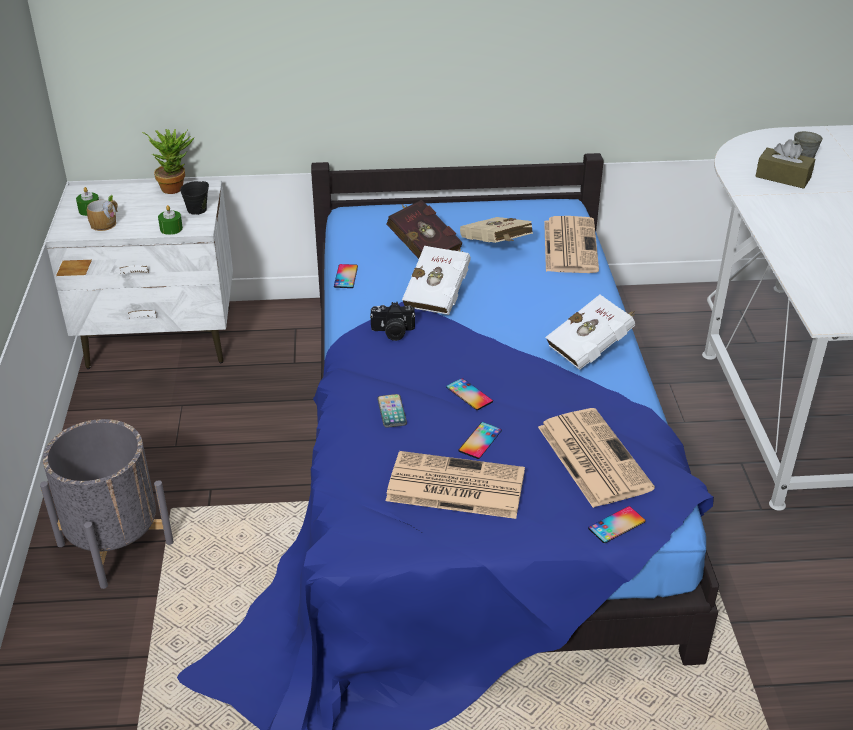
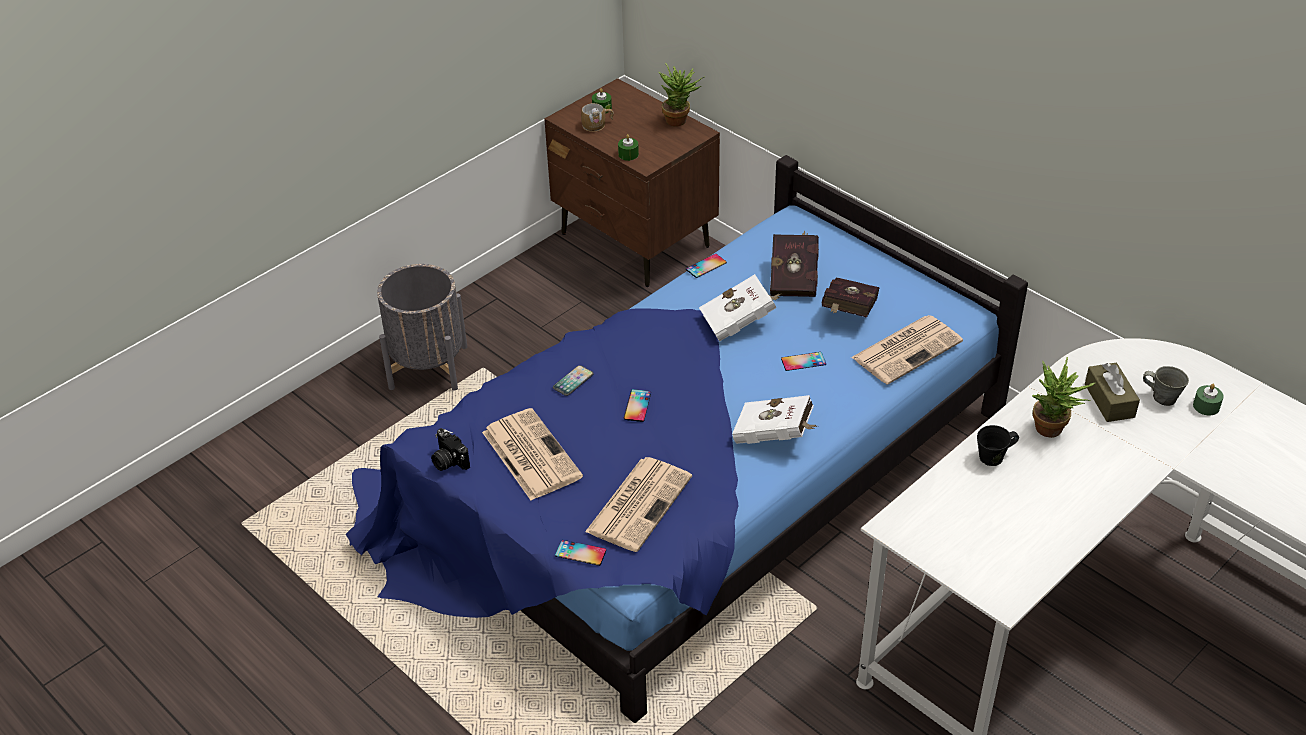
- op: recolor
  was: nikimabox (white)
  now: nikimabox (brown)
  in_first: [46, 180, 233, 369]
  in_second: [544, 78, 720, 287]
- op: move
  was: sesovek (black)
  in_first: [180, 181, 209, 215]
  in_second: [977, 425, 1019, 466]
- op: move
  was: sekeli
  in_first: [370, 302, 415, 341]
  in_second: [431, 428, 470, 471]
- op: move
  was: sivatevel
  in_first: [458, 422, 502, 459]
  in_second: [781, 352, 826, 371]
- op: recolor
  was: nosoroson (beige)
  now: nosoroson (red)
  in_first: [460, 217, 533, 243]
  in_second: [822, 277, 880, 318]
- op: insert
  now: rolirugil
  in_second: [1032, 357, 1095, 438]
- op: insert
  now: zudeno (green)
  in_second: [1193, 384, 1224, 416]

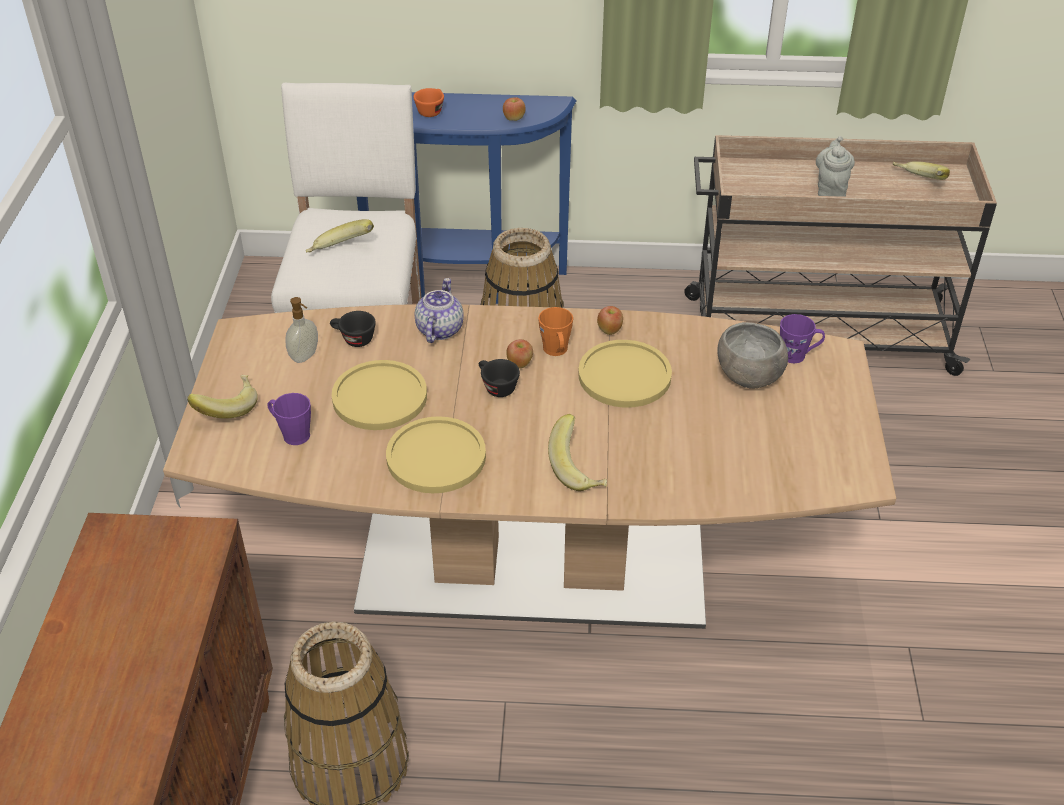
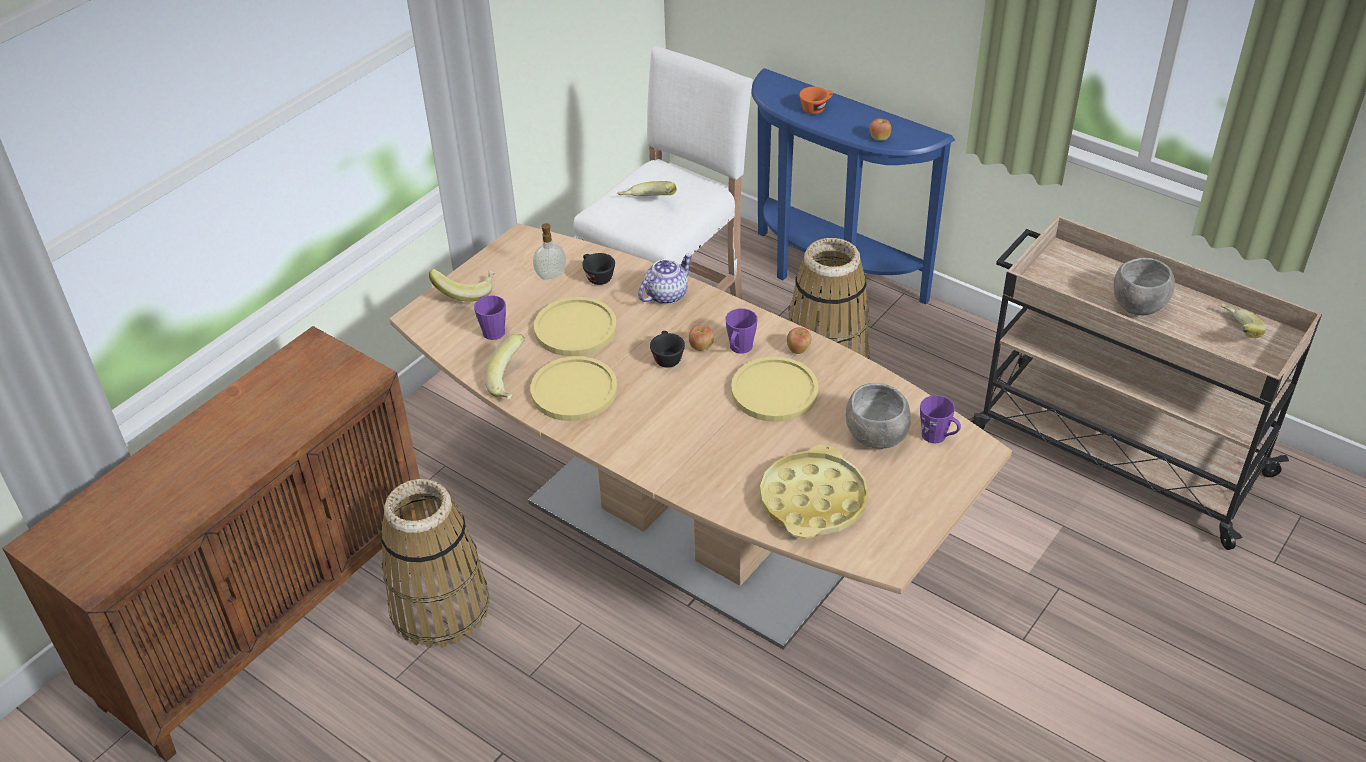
- op: recolor
  was: sesovek (orange)
  now: sesovek (purple)
  in_first: [538, 307, 573, 356]
  in_second: [726, 308, 758, 354]
- op: move
  was: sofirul
  in_first: [548, 414, 607, 491]
  in_second: [485, 334, 525, 400]
- op: replace
  was: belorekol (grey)
  now: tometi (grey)
  in_first: [816, 136, 855, 197]
  in_second: [1113, 258, 1175, 315]
- op: insert
  now: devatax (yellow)
  in_second: [760, 445, 868, 539]

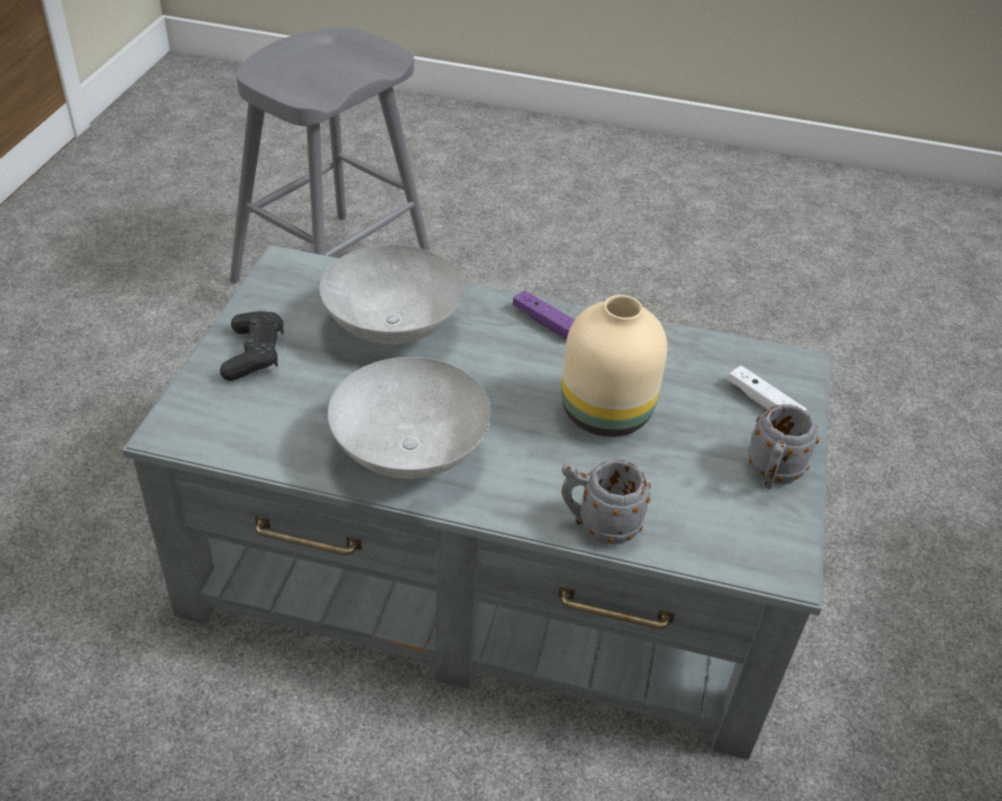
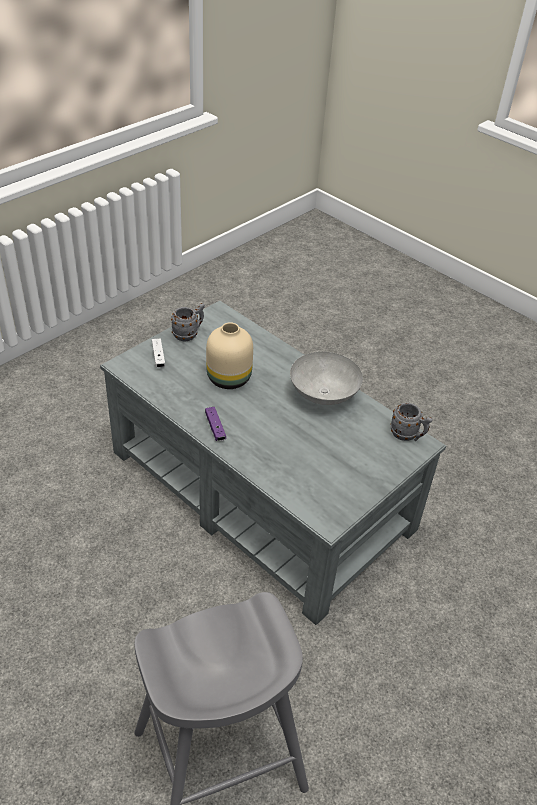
- op: delete
  was: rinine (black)
  in_first: [220, 311, 284, 381]
- op: delete
  was: tometi (grey)
  in_first: [320, 245, 463, 344]
- op: move
  was: sesovek (grey)
  in_first: [562, 460, 651, 544]
  in_second: [390, 403, 433, 441]

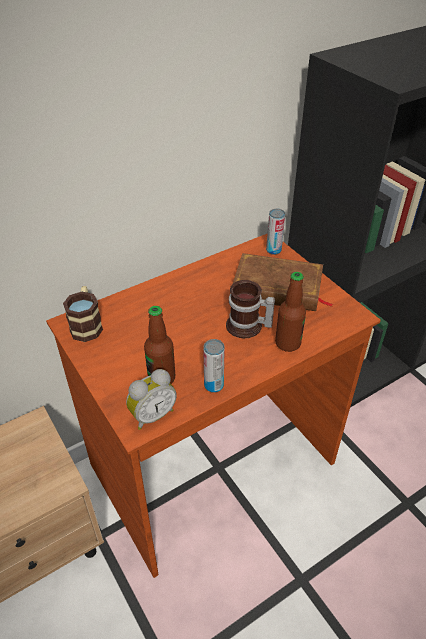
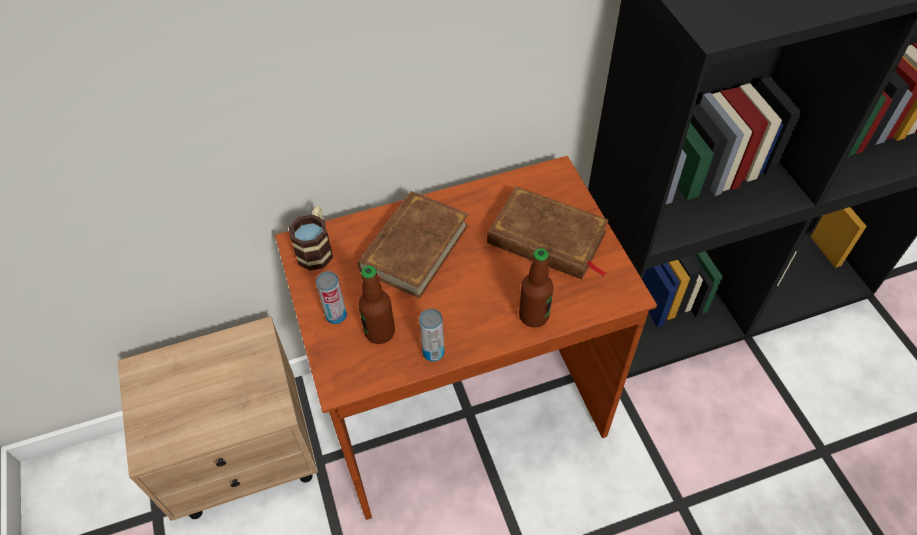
- op: delete
  was: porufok
  in_first: [126, 369, 177, 430]
- op: delete
  was: sesovek
  in_first: [226, 280, 275, 338]
- op: move
  was: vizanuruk
  in_first: [266, 209, 285, 255]
  in_second: [316, 271, 347, 324]
- op: insert
  now: nosoroson (brown)
  in_second: [358, 191, 468, 298]

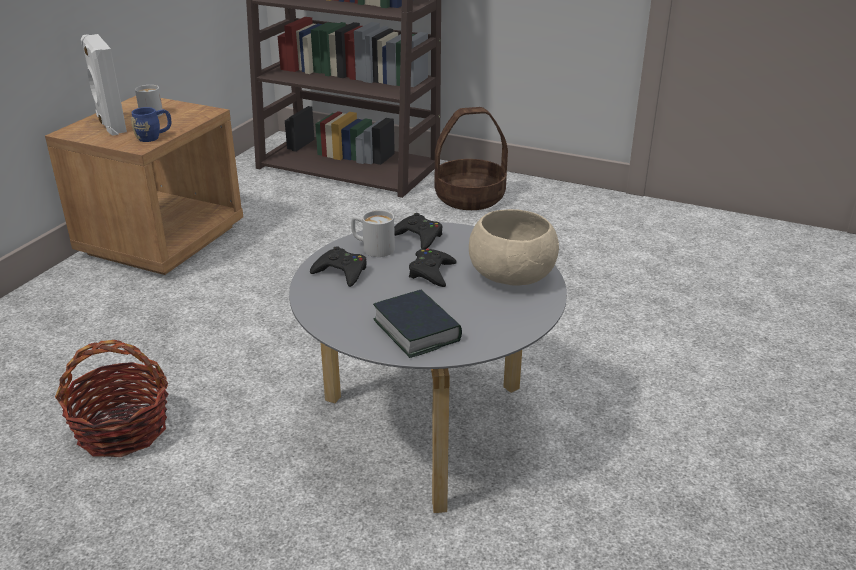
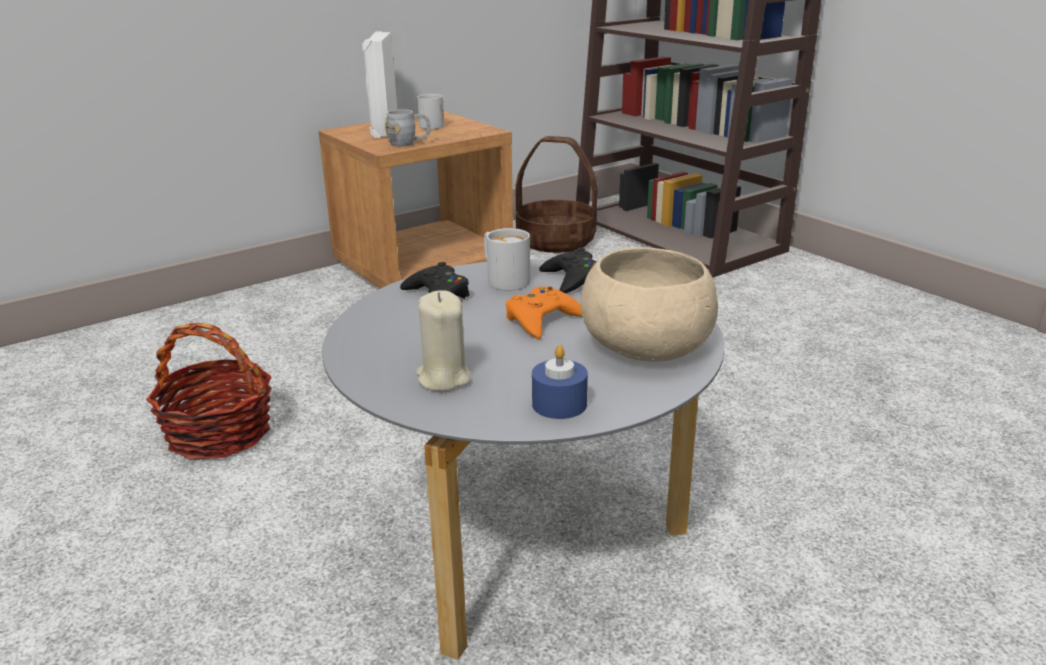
- op: recolor
  was: sesovek (blue)
  now: sesovek (grey)
  in_first: [131, 107, 171, 142]
  in_second: [385, 109, 431, 147]
- op: replace
  was: nosoroson
  now: zudeno (beige)
  in_first: [373, 290, 462, 358]
  in_second: [416, 290, 471, 391]
- op: recolor
  was: rinine (black)
  now: rinine (orange)
  in_first: [409, 248, 457, 287]
  in_second: [505, 286, 582, 339]
- op: move
  was: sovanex
  in_first: [434, 107, 508, 210]
  in_second: [515, 136, 598, 253]
- op: insert
  now: zudeno (blue)
  in_second: [532, 345, 588, 419]

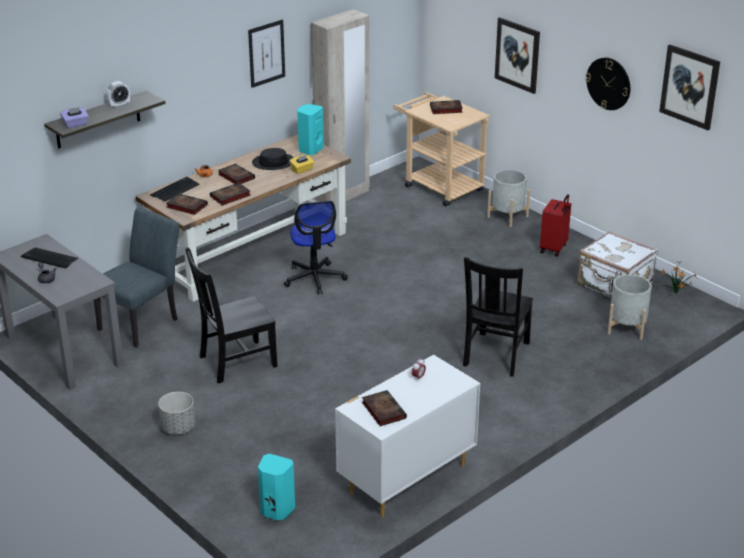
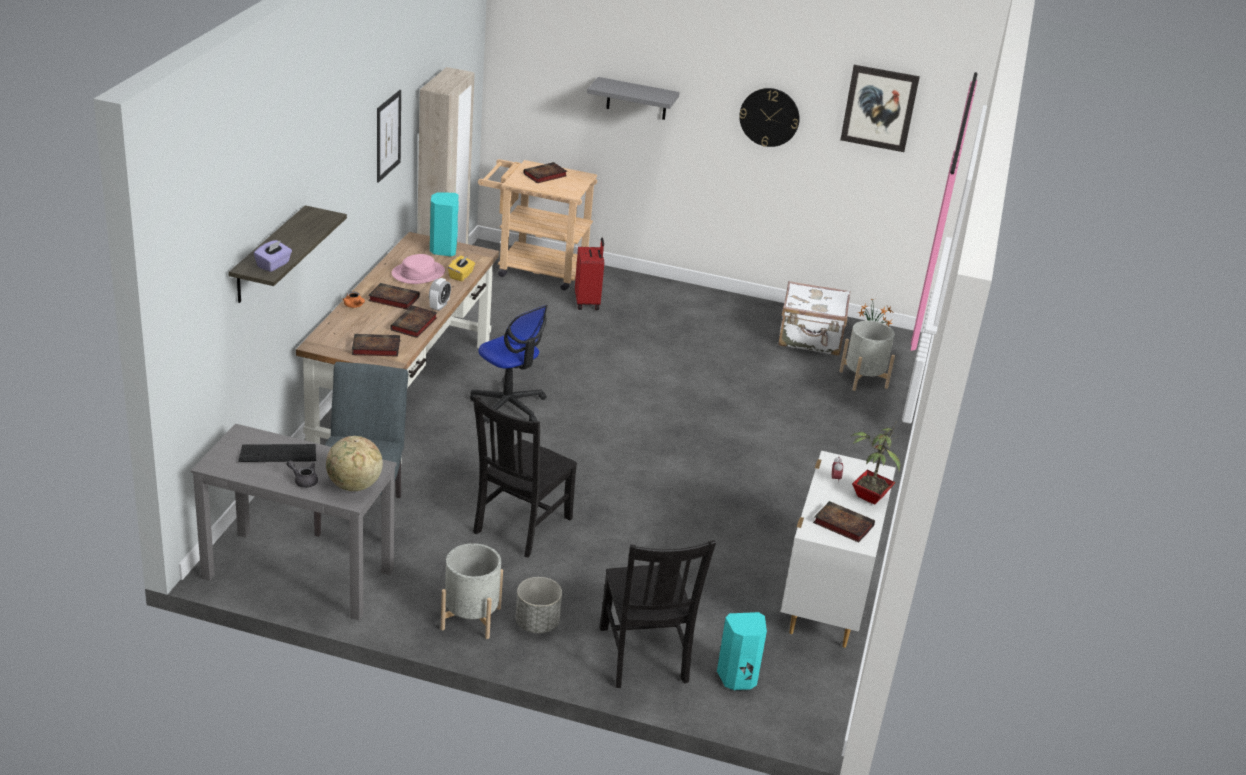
- op: move
  was: porufok
  in_first: [106, 81, 130, 108]
  in_second: [429, 278, 451, 311]
- op: delete
  was: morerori
  in_first: [150, 177, 200, 202]
- op: recolor
  was: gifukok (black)
  now: gifukok (pink)
  in_first: [252, 148, 294, 170]
  in_second: [392, 254, 445, 284]
- op: move
  was: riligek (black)
  in_first: [463, 257, 533, 376]
  in_second: [599, 540, 716, 688]
- op: move
  was: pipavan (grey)
  in_first: [487, 170, 530, 227]
  in_second: [441, 543, 503, 639]
- op: replace
  was: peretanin
  now: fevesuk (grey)
  in_first: [495, 17, 540, 94]
  in_second: [587, 77, 679, 120]
- op: move
  was: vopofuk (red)
  in_first: [540, 194, 571, 256]
  in_second: [575, 238, 604, 310]
- op: insert
  now: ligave
  in_second: [326, 436, 383, 491]
- op: insert
  now: rolirugil
  in_second: [851, 421, 901, 505]

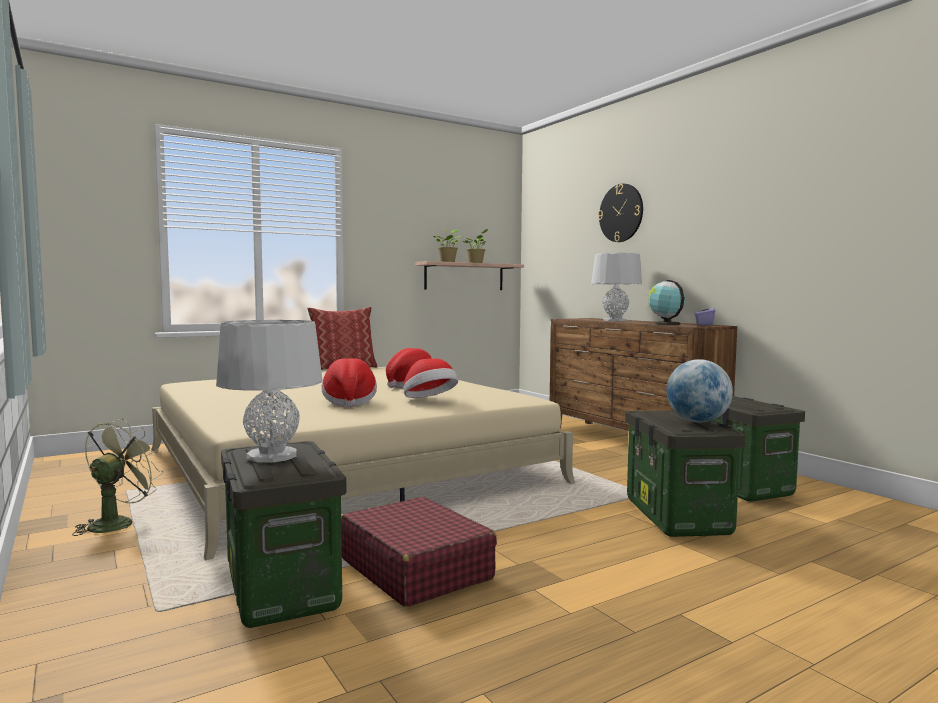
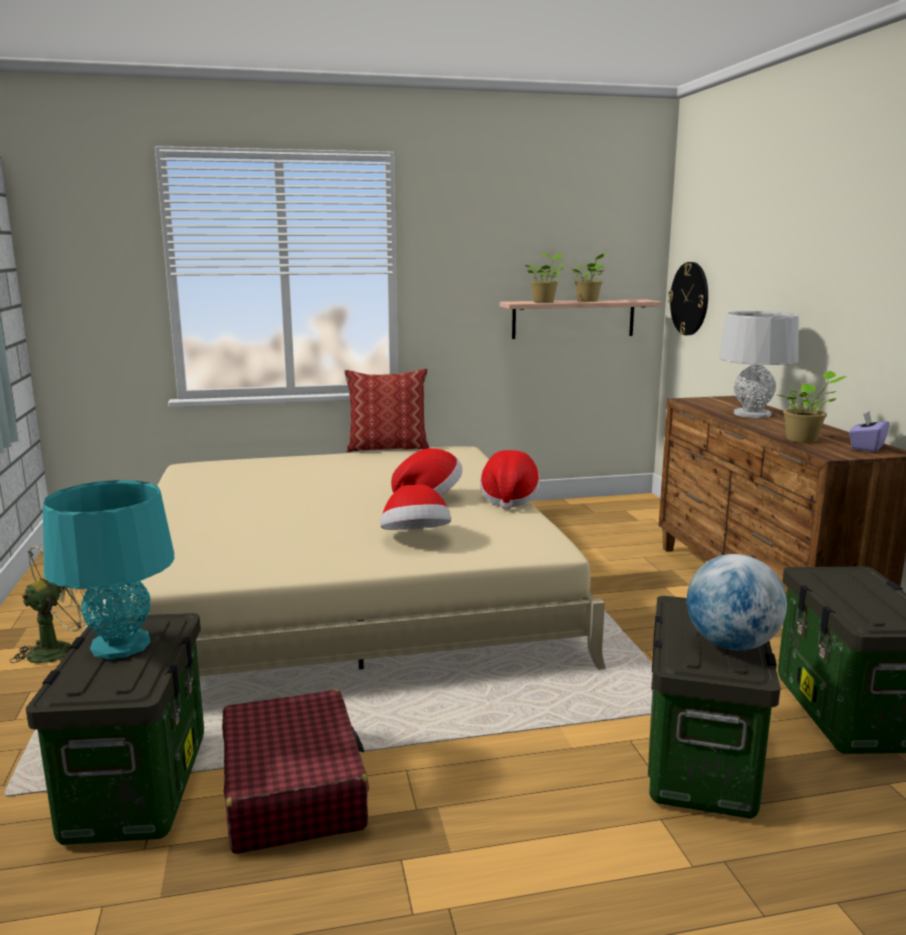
- op: recolor
  was: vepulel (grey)
  now: vepulel (turquoise)
  in_first: [216, 320, 323, 463]
  in_second: [43, 480, 174, 659]
- op: move
  was: gifukok
  in_first: [321, 358, 377, 407]
  in_second: [480, 450, 540, 510]
- op: move
  was: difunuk
  in_first: [598, 184, 643, 242]
  in_second: [668, 262, 708, 335]
- op: replace
  was: ligave
  now: rolirugil
  in_first: [648, 280, 685, 325]
  in_second: [778, 371, 847, 443]

